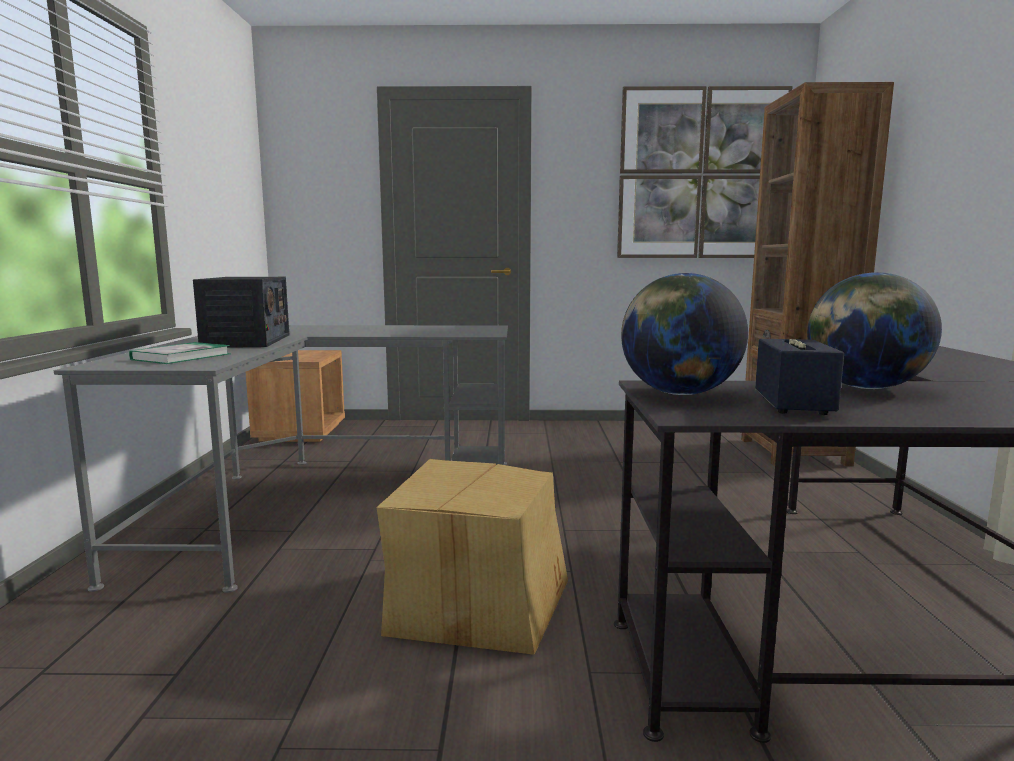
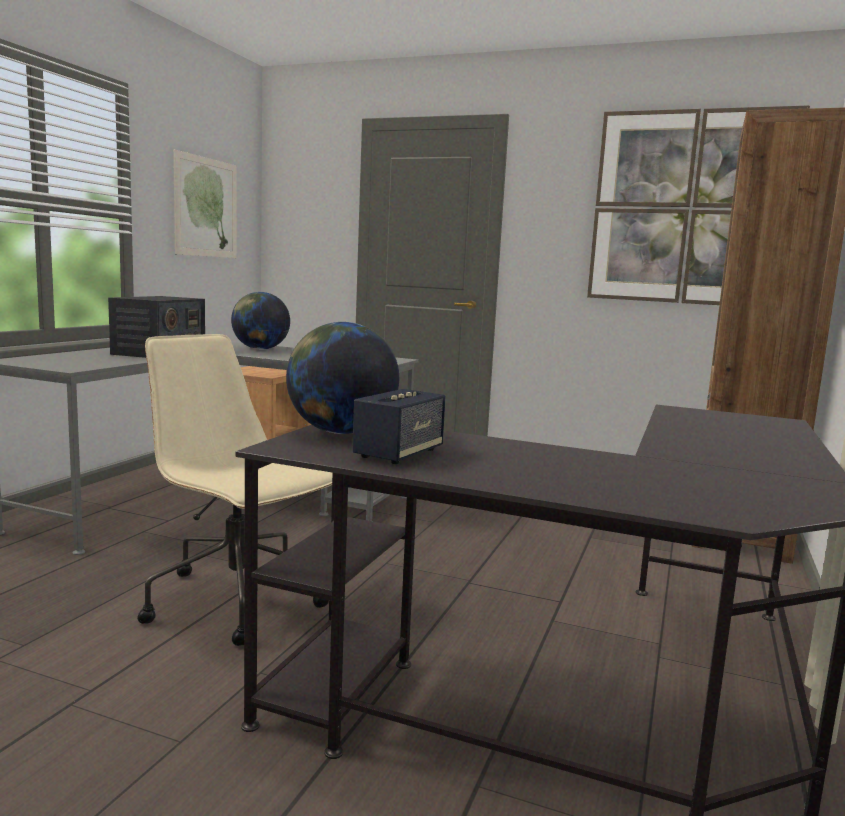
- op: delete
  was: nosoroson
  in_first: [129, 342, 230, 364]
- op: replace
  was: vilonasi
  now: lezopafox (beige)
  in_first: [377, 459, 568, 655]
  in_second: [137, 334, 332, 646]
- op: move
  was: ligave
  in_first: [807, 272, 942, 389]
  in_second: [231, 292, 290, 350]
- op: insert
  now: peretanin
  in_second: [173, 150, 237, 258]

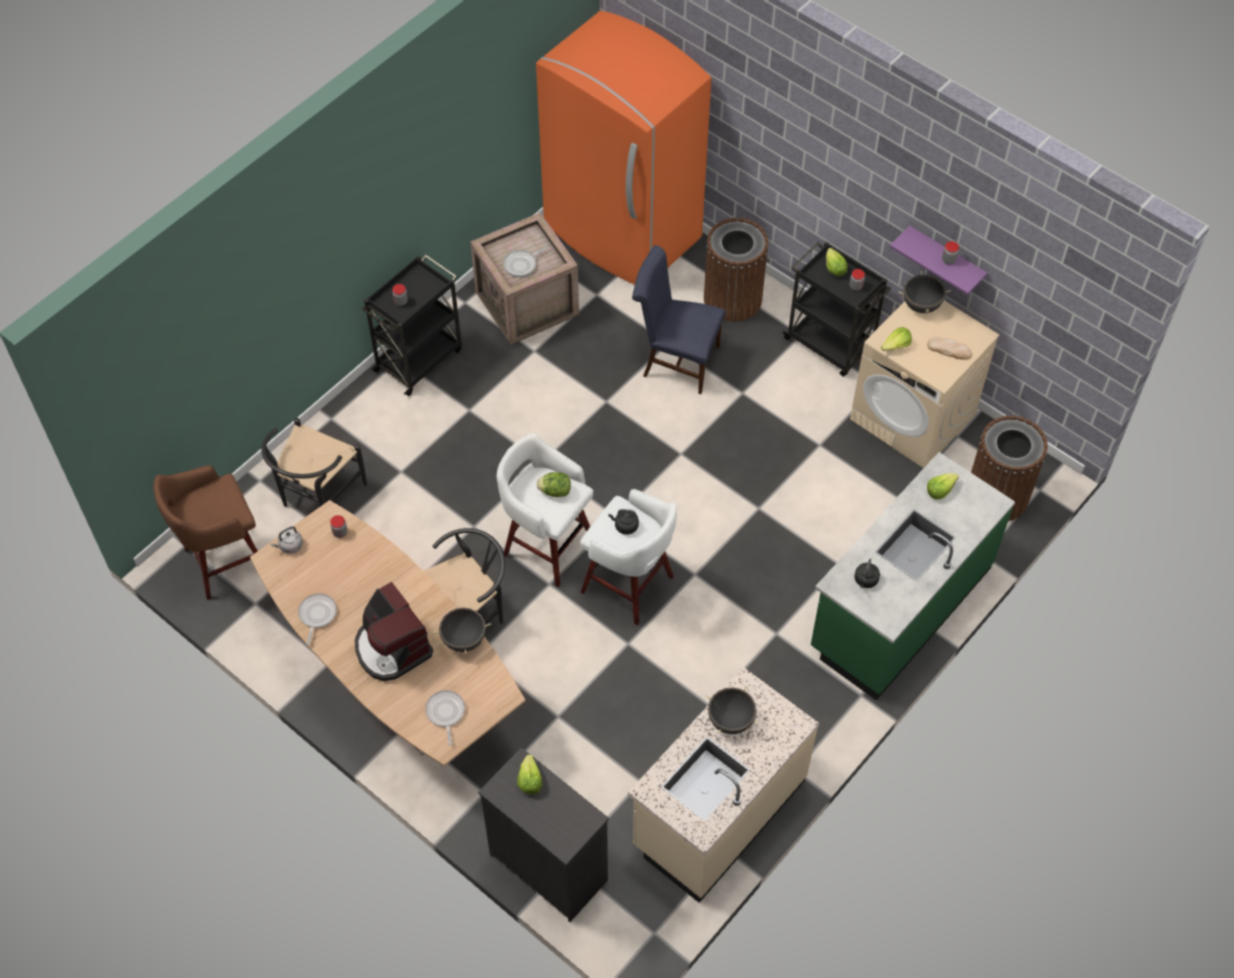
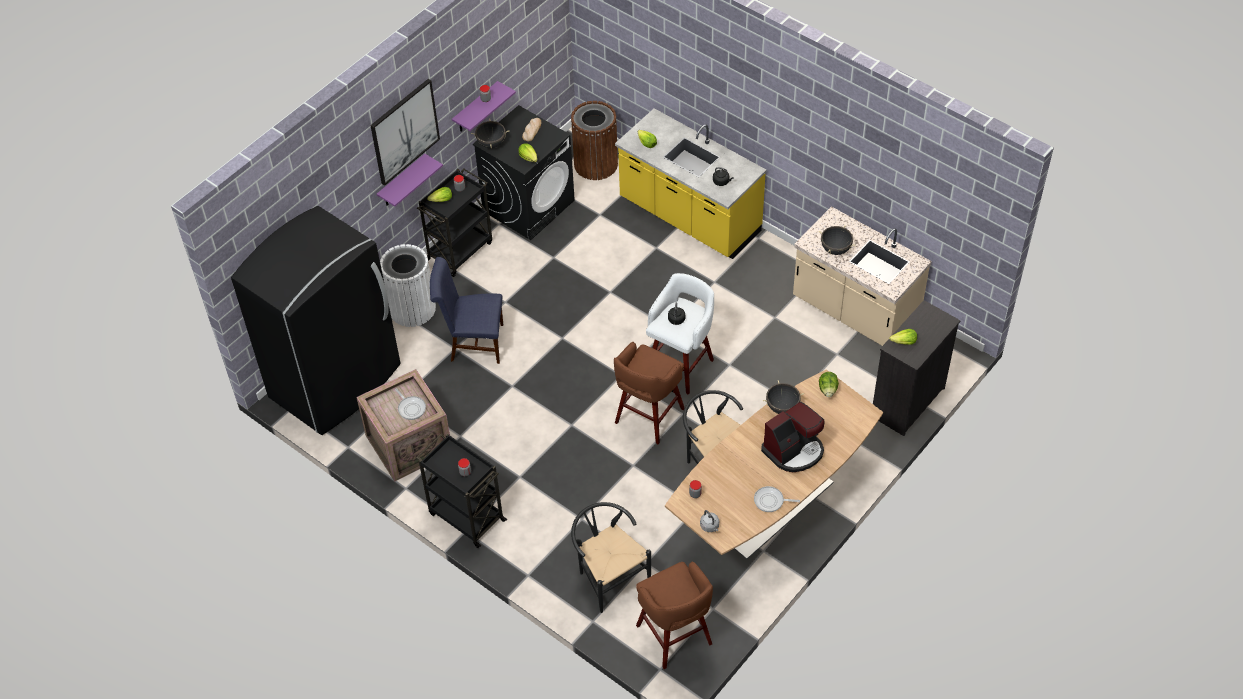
- op: rotate
  was: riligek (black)
  in_first: [261, 418, 367, 507]
  in_second: [571, 502, 651, 613]
  clockwise: -150
- op: delete
  was: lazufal
  in_first: [425, 690, 465, 745]
- op: recolor
  was: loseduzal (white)
  now: loseduzal (brown)
  in_first: [497, 433, 593, 587]
  in_second: [614, 342, 684, 444]
- op: recolor
  was: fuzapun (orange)
  now: fuzapun (black)
  in_first: [536, 11, 711, 285]
  in_second: [231, 206, 401, 435]
- op: move
  was: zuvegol
  in_first: [536, 472, 571, 497]
  in_second: [819, 372, 839, 397]
- op: rotate
  was: riligek (blue)
  in_first: [632, 245, 725, 394]
  in_second: [430, 257, 503, 364]
  clockwise: 75
- op: recolor
  was: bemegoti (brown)
  now: bemegoti (white)
  in_first: [704, 218, 768, 322]
  in_second: [380, 244, 436, 327]
- op: recolor
  was: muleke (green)
  now: muleke (yellow)
  in_first: [811, 452, 1015, 701]
  in_second: [615, 108, 767, 259]
- op: recolor
  was: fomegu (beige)
  now: fomegu (black)
  in_first: [850, 300, 999, 468]
  in_second: [473, 105, 575, 240]
- op: insert
  now: peretanin
  in_second: [370, 79, 440, 186]
- op: insert
  now: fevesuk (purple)
  in_second: [377, 154, 443, 206]

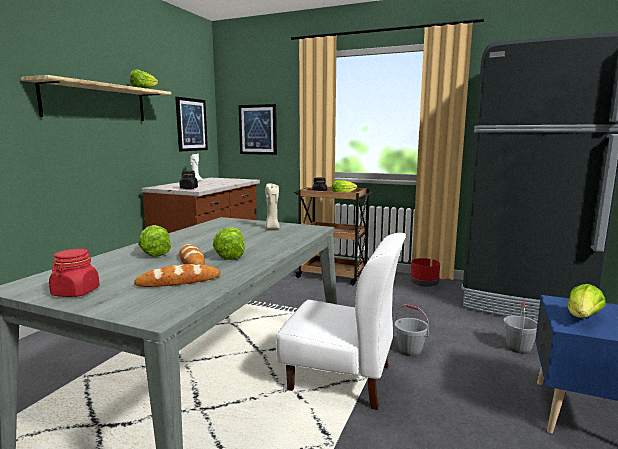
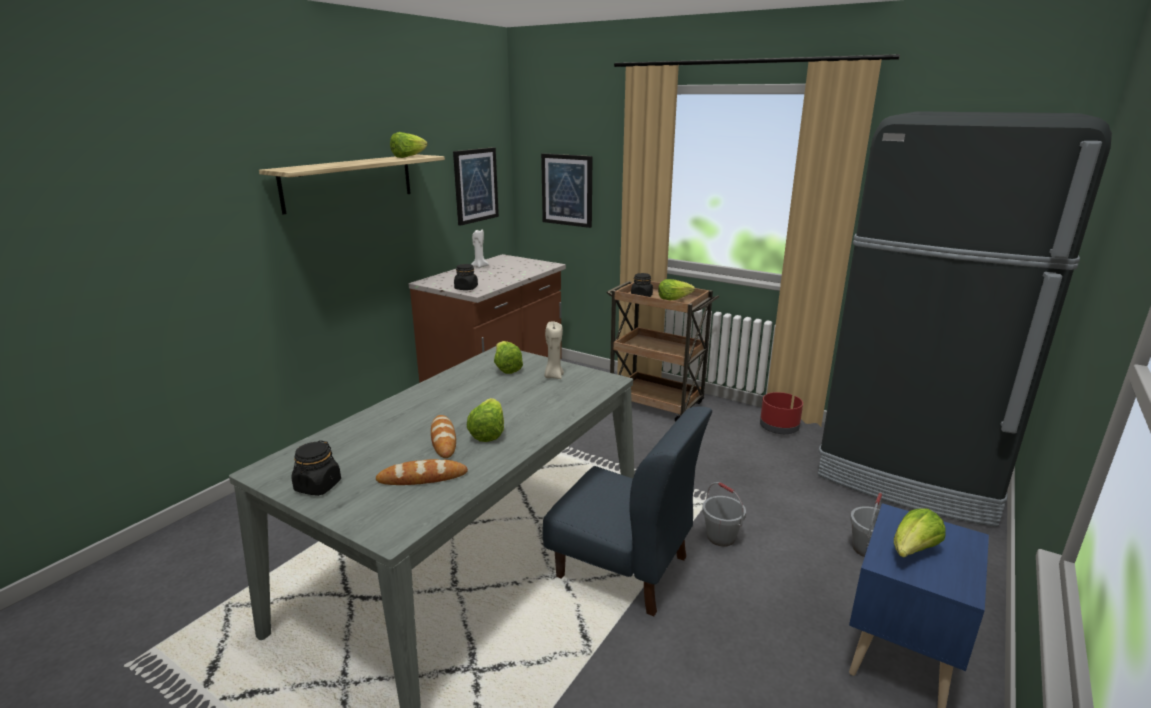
- op: recolor
  was: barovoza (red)
  now: barovoza (black)
  in_first: [49, 249, 100, 297]
  in_second: [291, 440, 341, 496]
- op: move
  was: zuvegol
  in_first: [138, 225, 171, 257]
  in_second: [494, 341, 523, 374]
- op: recolor
  was: riligek (white)
  now: riligek (blue)
  in_first: [276, 233, 406, 410]
  in_second: [542, 406, 712, 616]

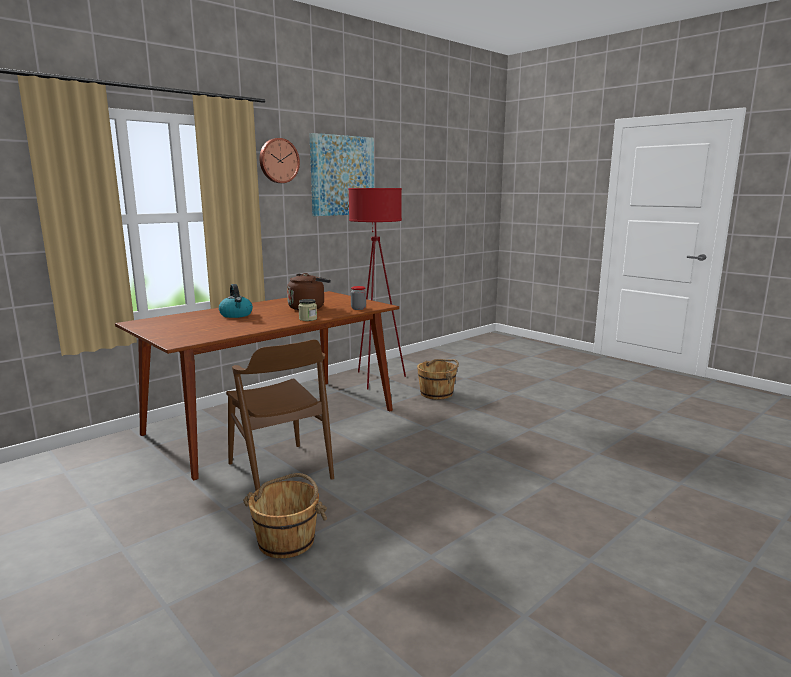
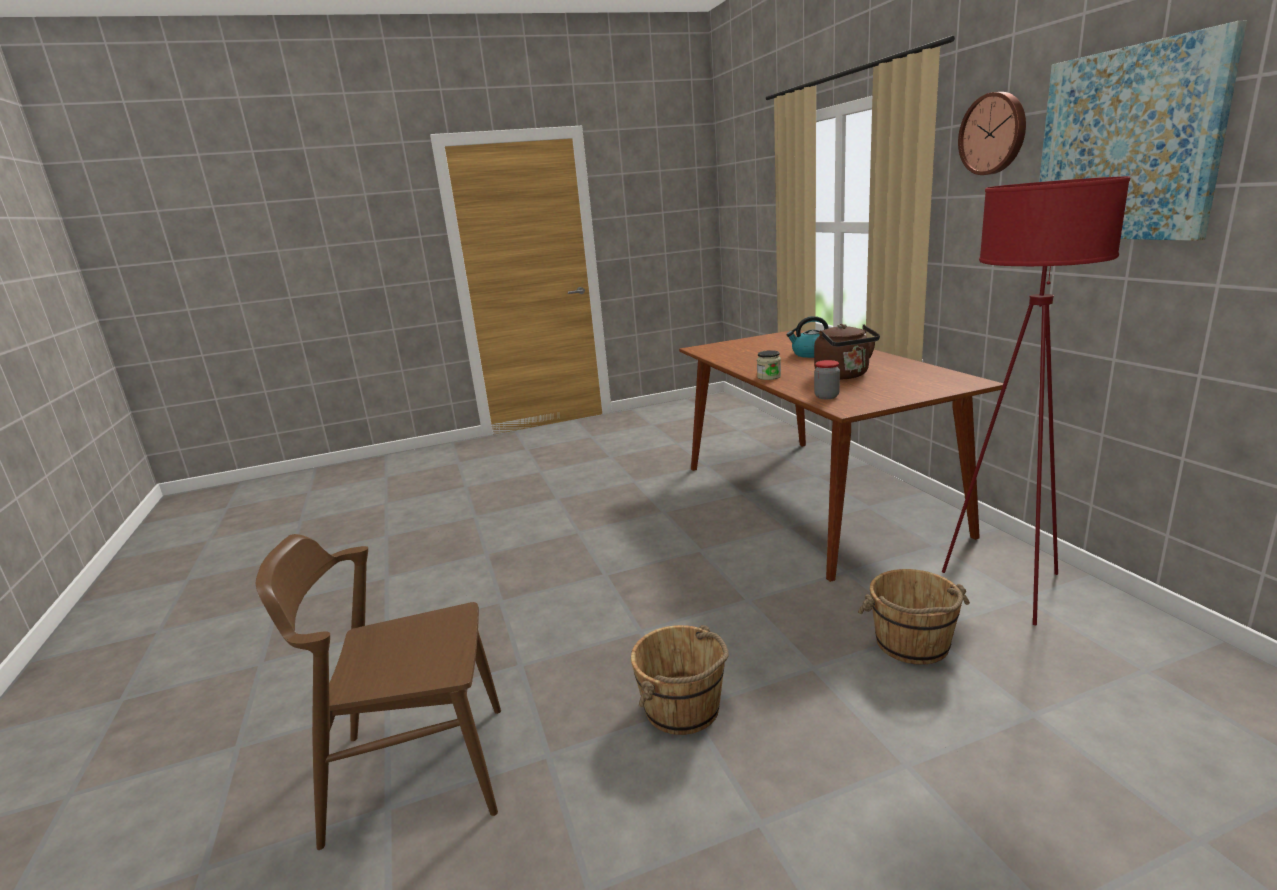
- op: move
  was: riligek (brown)
  in_first: [226, 340, 334, 490]
  in_second: [256, 534, 501, 850]
- op: move
  was: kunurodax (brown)
  in_first: [243, 473, 327, 558]
  in_second: [631, 625, 729, 735]

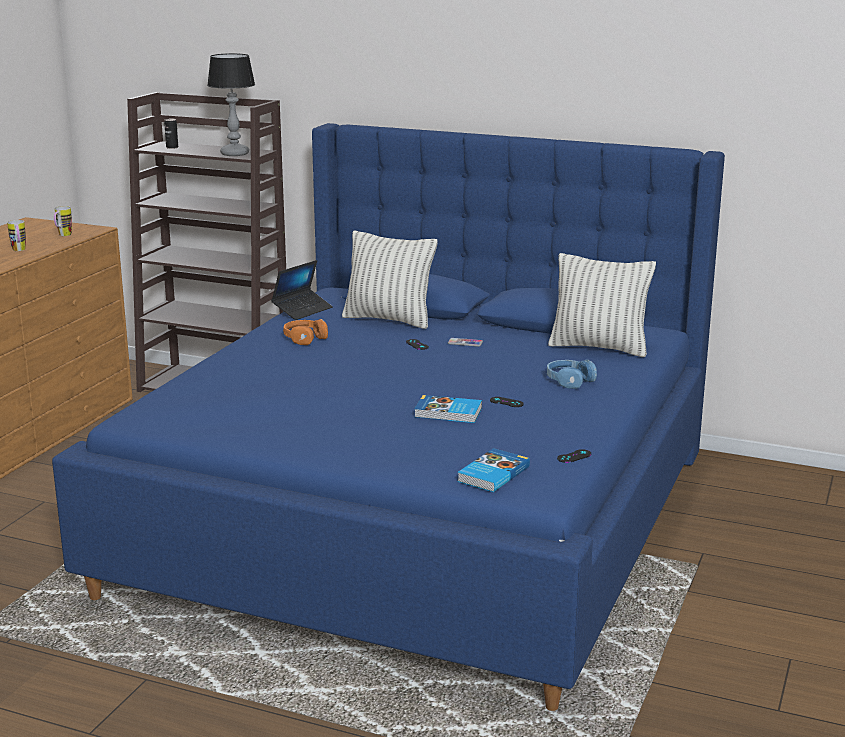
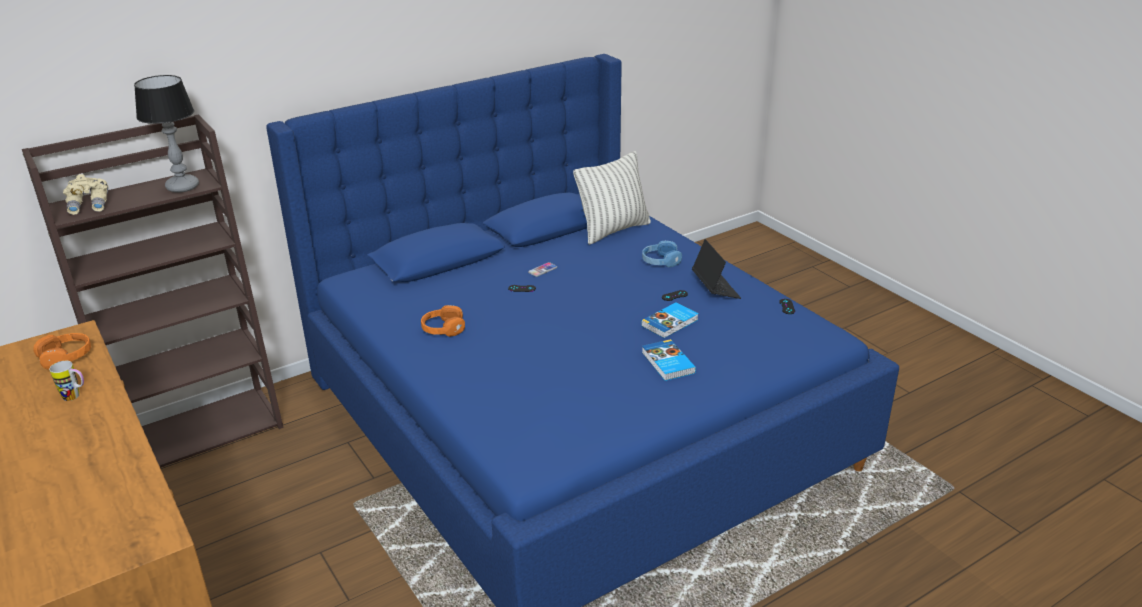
- op: replace
  was: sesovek
  now: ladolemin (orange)
  in_first: [54, 206, 72, 236]
  in_second: [33, 333, 91, 370]
- op: replace
  was: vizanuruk
  now: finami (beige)
  in_first: [164, 119, 178, 149]
  in_second: [63, 174, 108, 215]
- op: move
  was: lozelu
  in_first: [271, 260, 333, 320]
  in_second: [692, 239, 741, 299]
- op: delete
  was: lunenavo
  in_first: [342, 231, 438, 329]
- op: move
  was: nosoroson
  in_first: [457, 448, 530, 492]
  in_second: [642, 339, 696, 381]

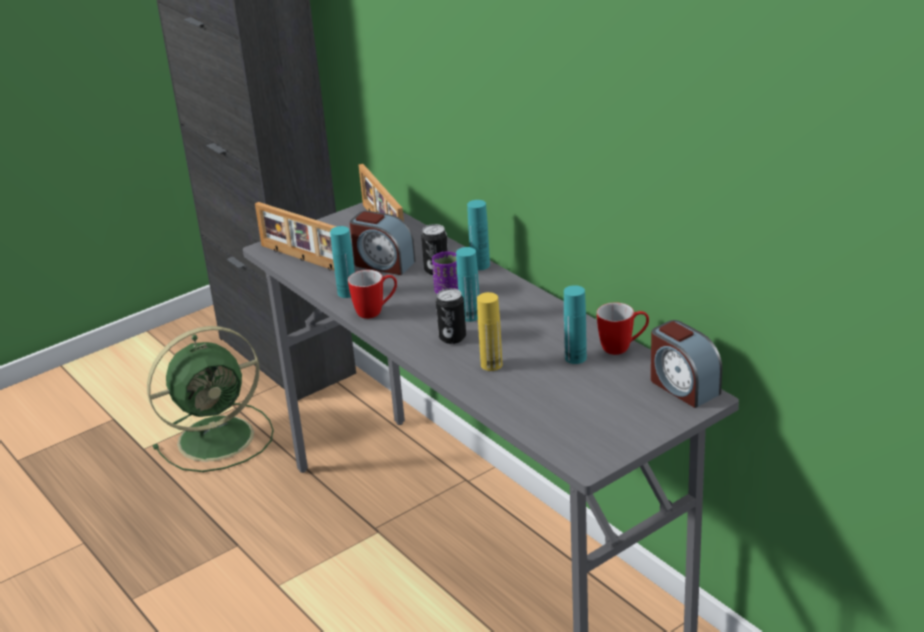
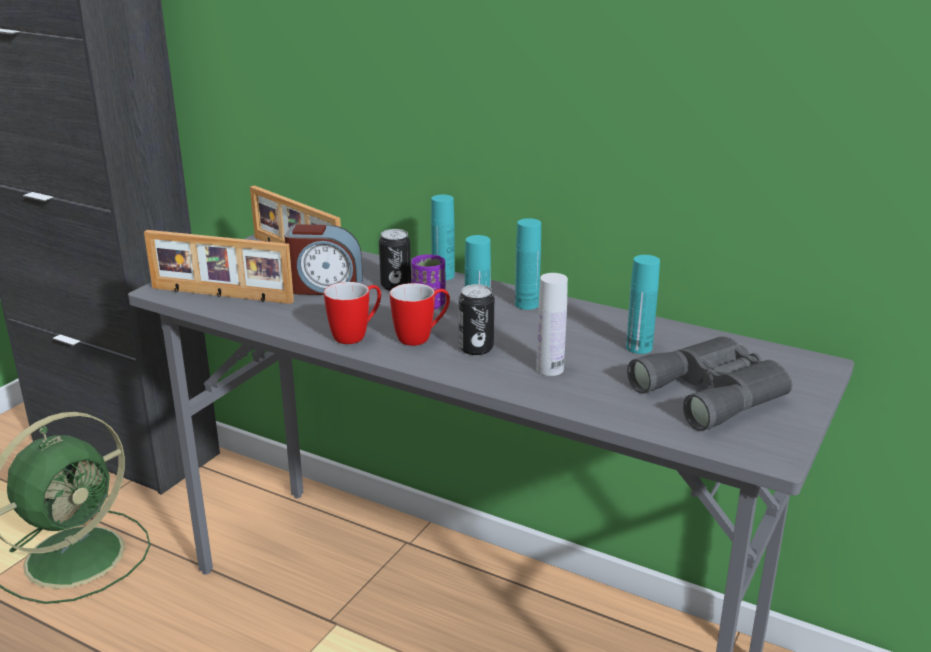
- op: move
  was: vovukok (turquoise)
  in_first: [330, 226, 355, 298]
  in_second: [515, 218, 541, 310]
- op: recolor
  was: vovukok (yellow)
  now: vovukok (white)
  in_first: [477, 292, 502, 371]
  in_second: [536, 273, 568, 376]
- op: move
  was: sesovek
  in_first: [597, 302, 649, 355]
  in_second: [390, 283, 450, 346]
- op: delete
  was: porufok
  in_first: [651, 320, 722, 408]
- op: insert
  now: finami (grey)
  in_second: [627, 336, 792, 431]

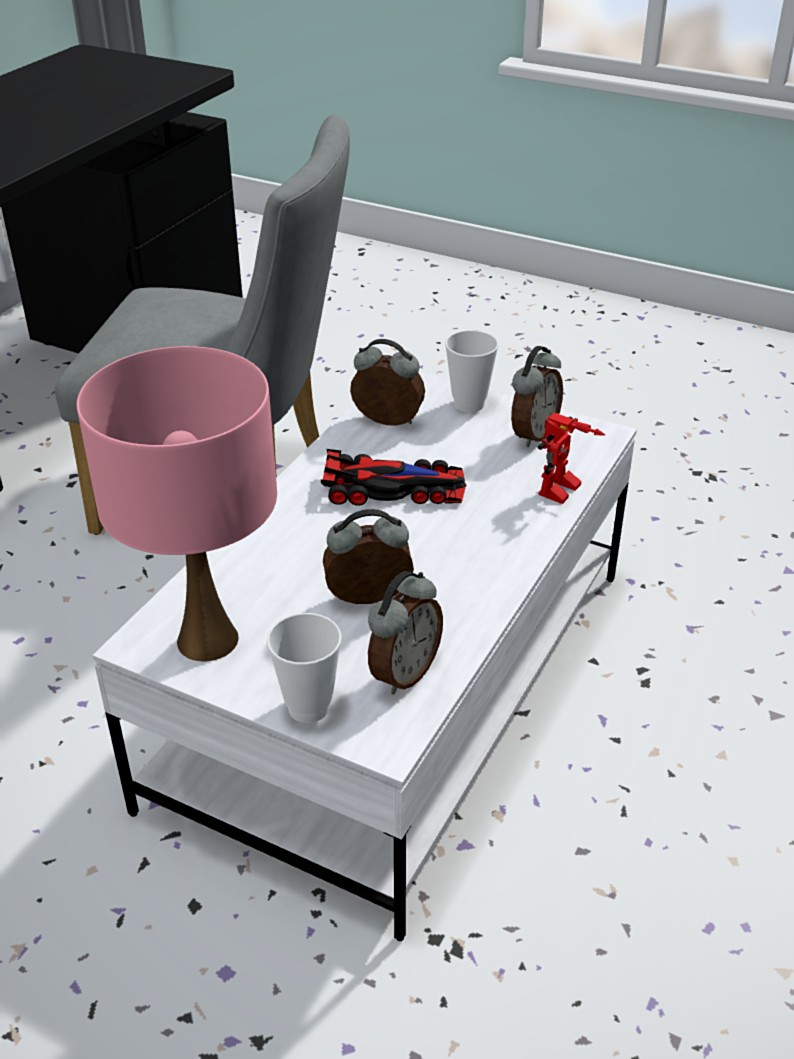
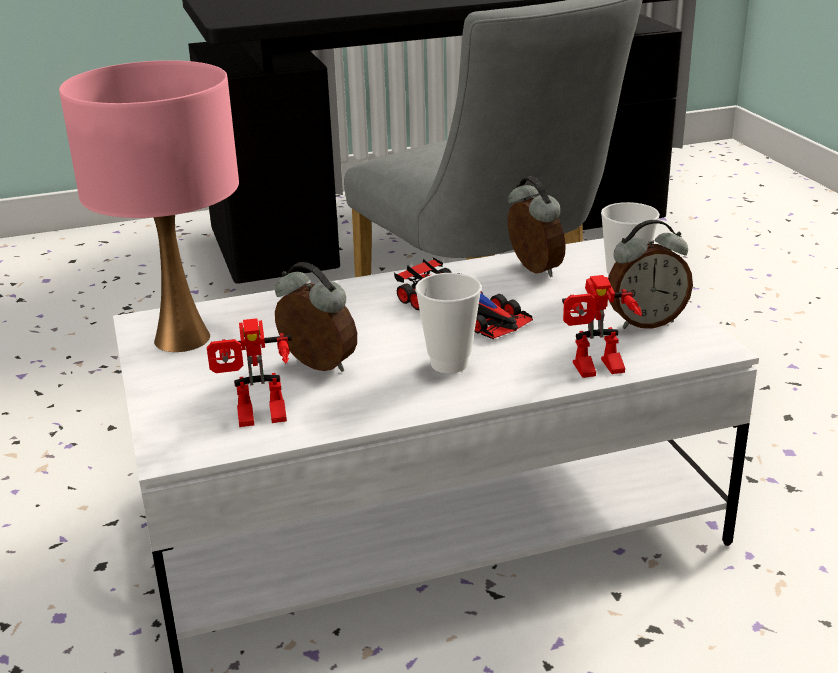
- op: move
  was: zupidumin
  in_first: [267, 613, 342, 723]
  in_second: [415, 273, 482, 373]
- op: replace
  was: porufok
  now: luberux
  in_first: [368, 571, 443, 695]
  in_second: [207, 318, 291, 427]

